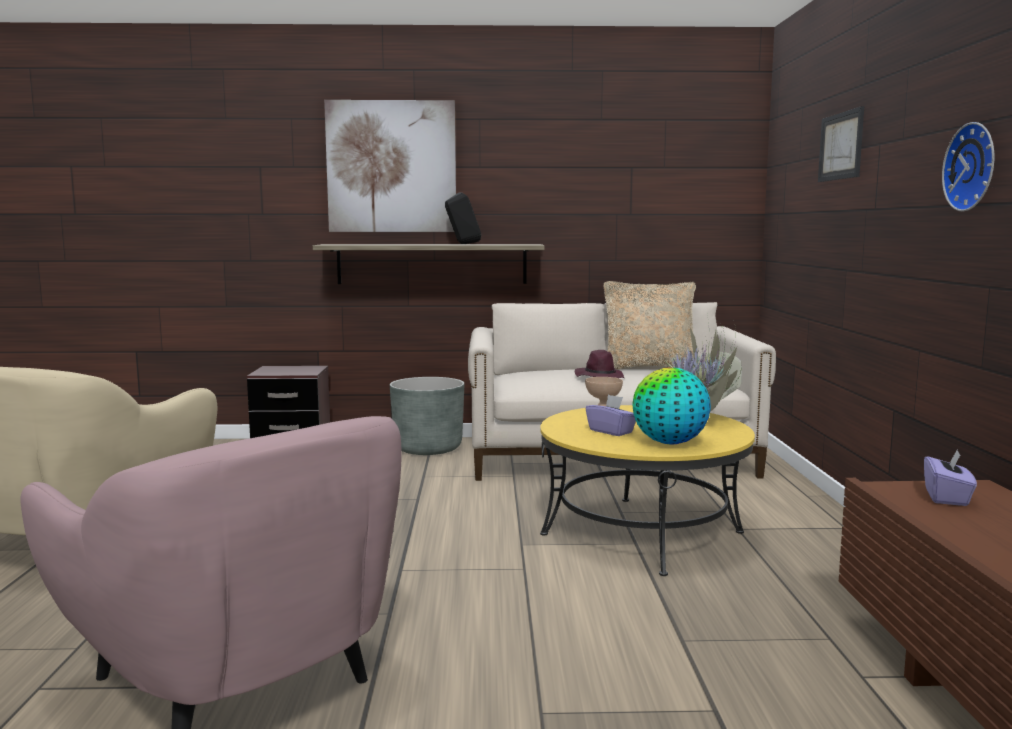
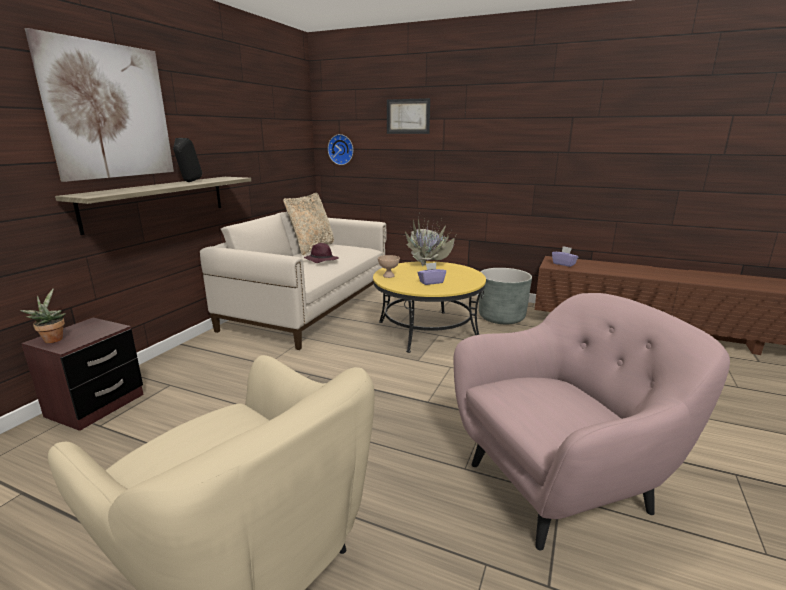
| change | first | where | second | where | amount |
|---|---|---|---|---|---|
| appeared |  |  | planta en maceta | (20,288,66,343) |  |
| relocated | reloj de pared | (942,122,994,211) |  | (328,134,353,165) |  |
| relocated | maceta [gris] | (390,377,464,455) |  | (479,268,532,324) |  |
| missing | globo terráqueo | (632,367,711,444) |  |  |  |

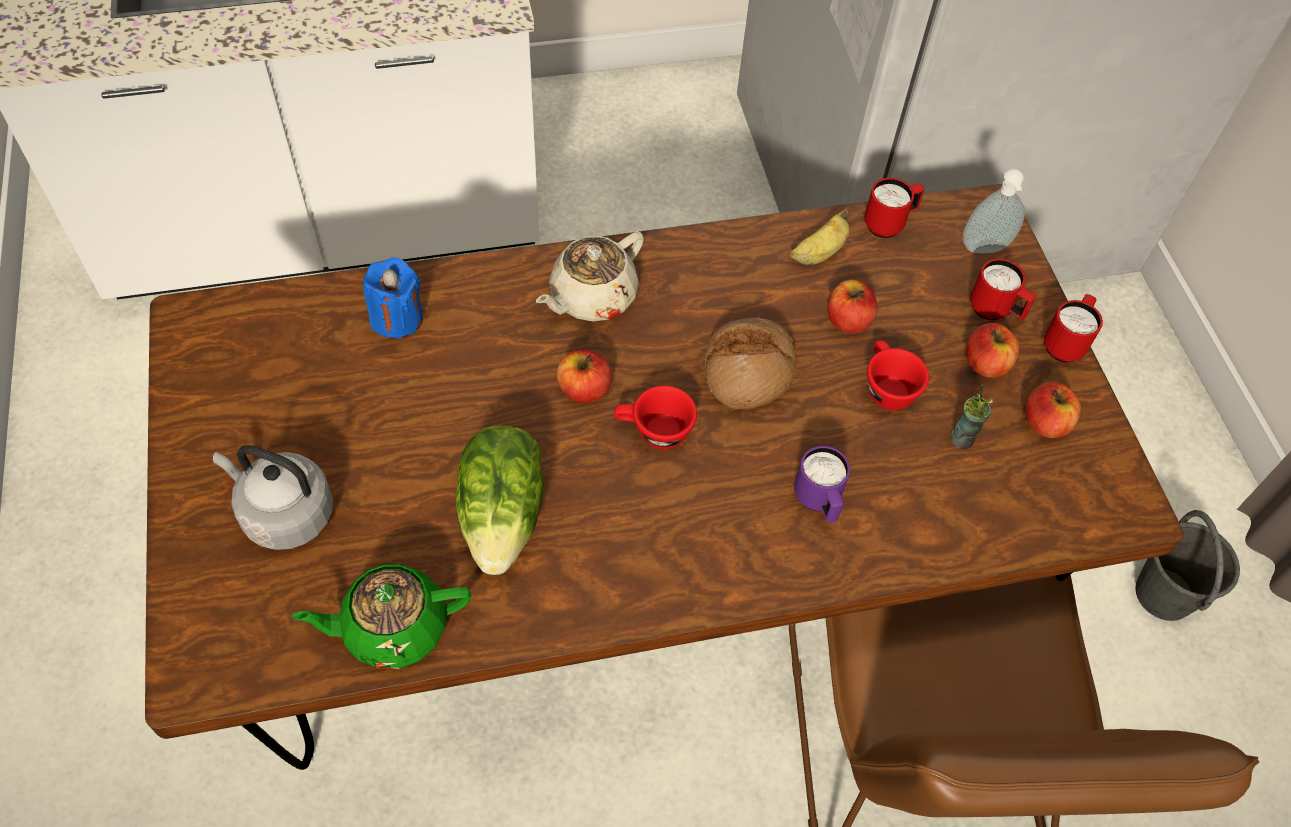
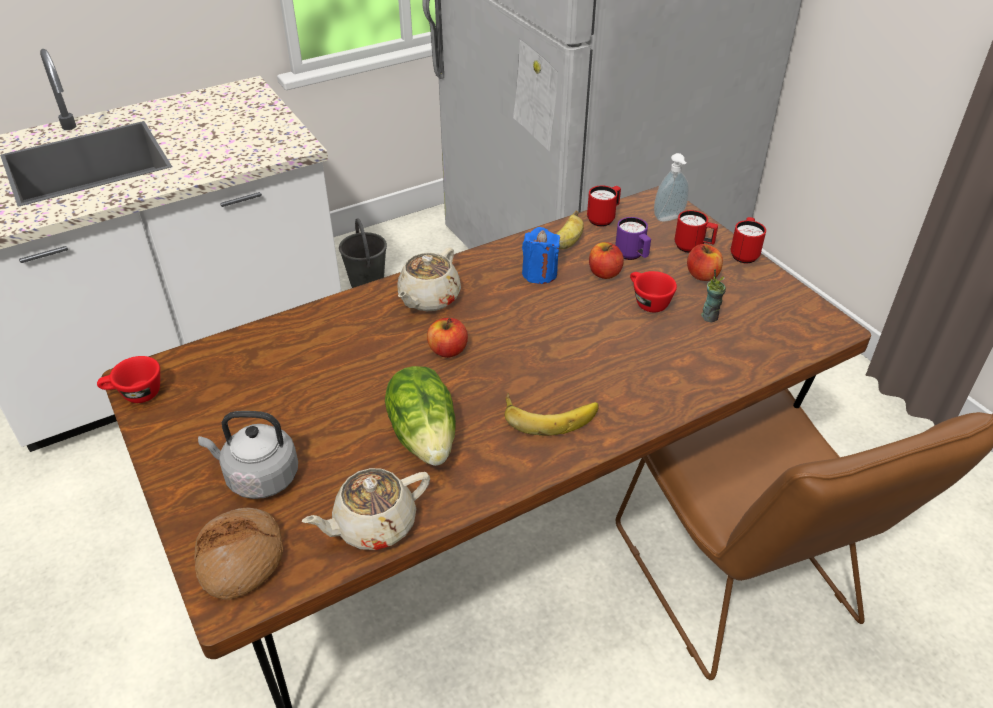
| change | first | where | second | where | amount |
|---|---|---|---|---|---|
| relocated | taza [rojo] | (614,385,697,450) |  | (97,356,160,403) |  |
| relocated | pan | (704,317,796,409) |  | (194,507,283,600) |  |
| colour | tetera [verde] | (291,564,471,669) | tetera [beis] | (302,468,430,550) |  |
| relocated | cubo [gris] | (1135,510,1240,621) |  | (339,218,387,288) |  |
| appeared |  |  | plátano | (504,393,599,436) |  |
| relocated | vela [azul] | (363,257,423,339) |  | (522,227,560,284) |  |
| relocated | taza grande [morado] | (794,446,850,523) |  | (615,217,651,260) |  |
| missing | manzana | (1025,382,1081,438) |  |  |  |

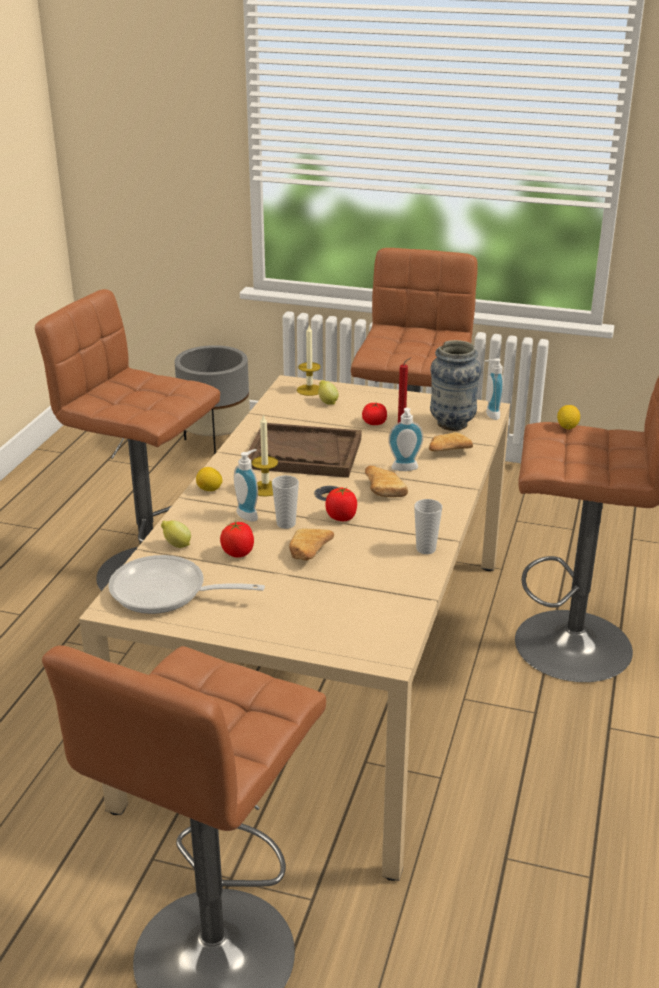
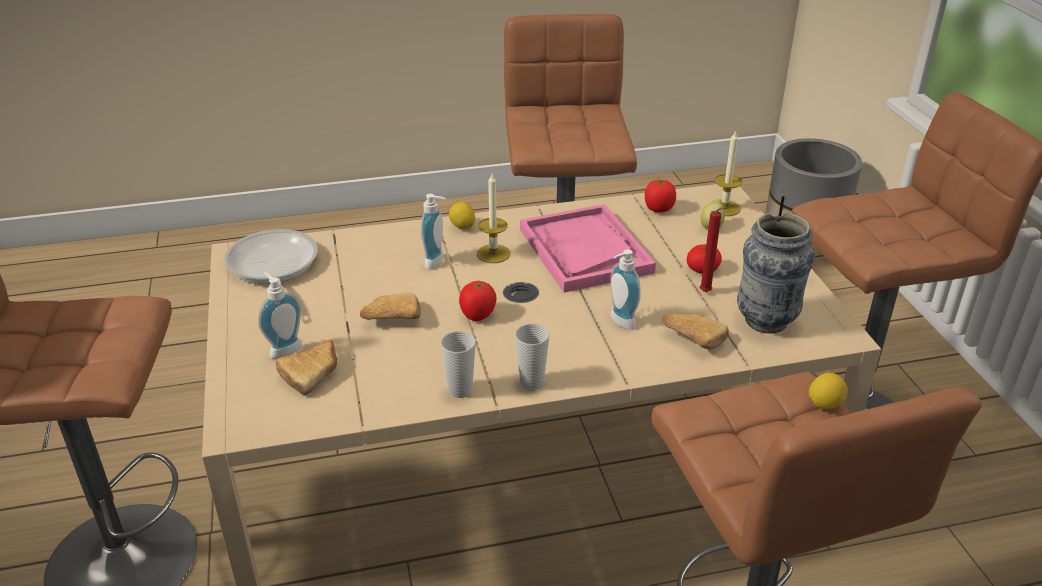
| change | first | where | second | where | amount |
|---|---|---|---|---|---|
| relocated | dispensador de jabón | (485,358,504,420) |  | (258,272,303,359) |  |
| relocated | pan | (365,466,408,497) |  | (276,339,337,395) |  |
| relocated | taza | (272,475,299,529) |  | (515,324,550,390) |  |
| colour | bandeja [marrón] | (248,423,361,478) | bandeja [rosa] | (520,204,656,293) |  |
| relocated | tomate | (220,521,254,558) |  | (645,178,676,213) |  |
| missing | limón | (161,521,191,548) |  |  |  |

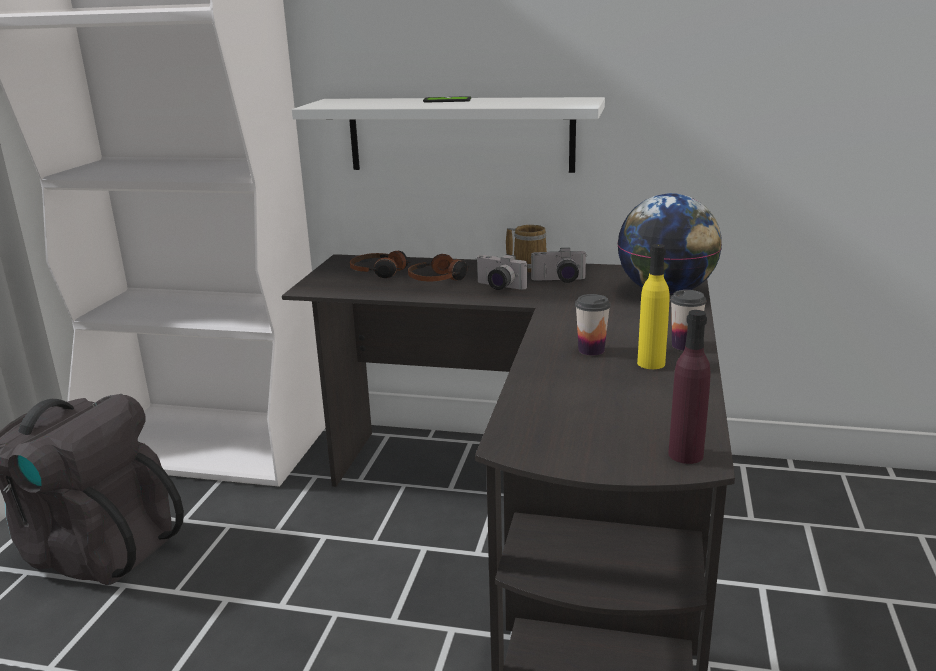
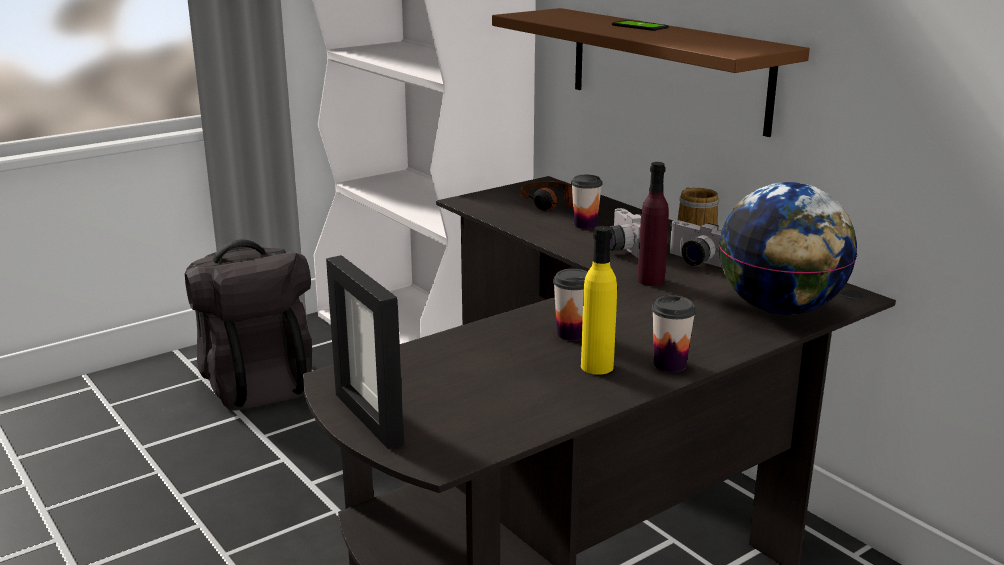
| change | first | where | second | where | amount |
|---|---|---|---|---|---|
| appeared |  |  | portarretratos | (326,255,404,449) |  |
| colour | estante [blanco] | (292,97,605,173) | estante [marrón] | (492,8,810,137) |  |
| exchanged | auriculares | (408,254,469,281) | taza | (571,175,602,229) |  |
| relocated | botella [morado] | (668,310,711,464) |  | (637,162,669,286) |  |

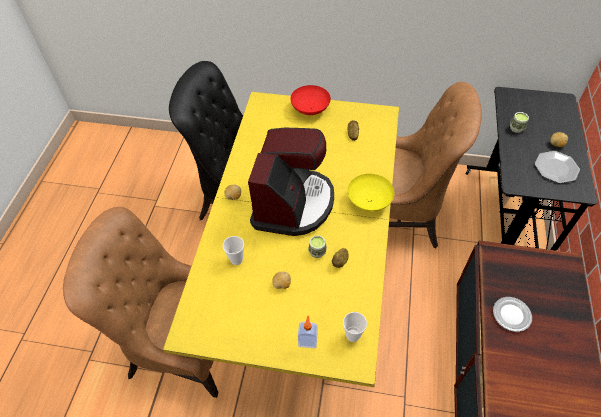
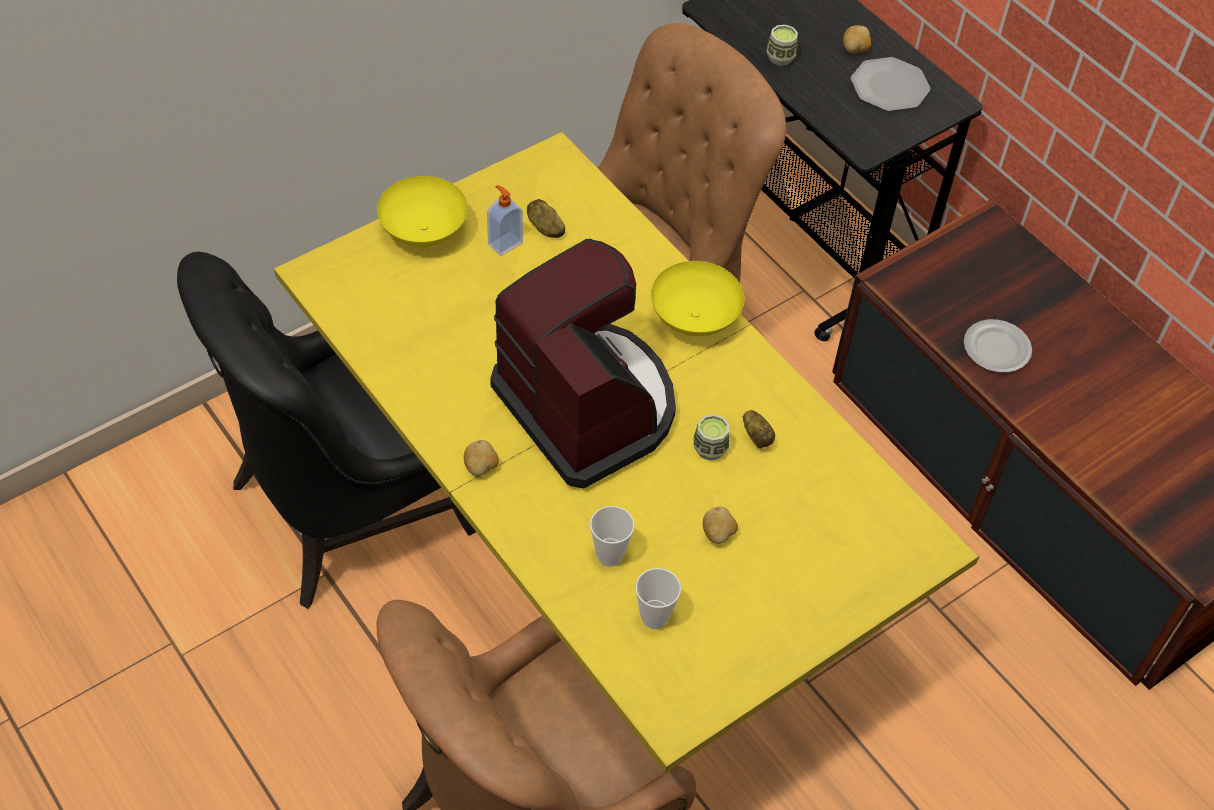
| change | first | where | second | where | amount |
|---|---|---|---|---|---|
| colour | cuenco [rojo] | (290,85,331,115) | cuenco [amarillo] | (377,176,468,247) |  |
| relocated | dispensador de jabón | (298,316,318,348) |  | (487,185,523,256) |  |
| relocated | taza | (343,312,367,342) |  | (635,568,681,629) |  |

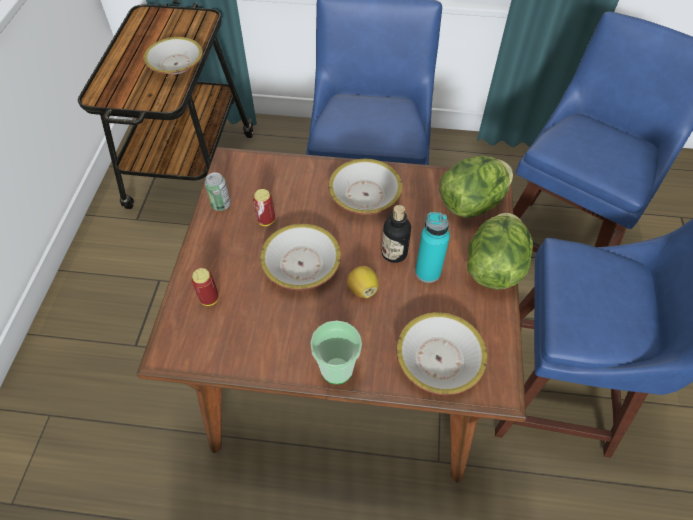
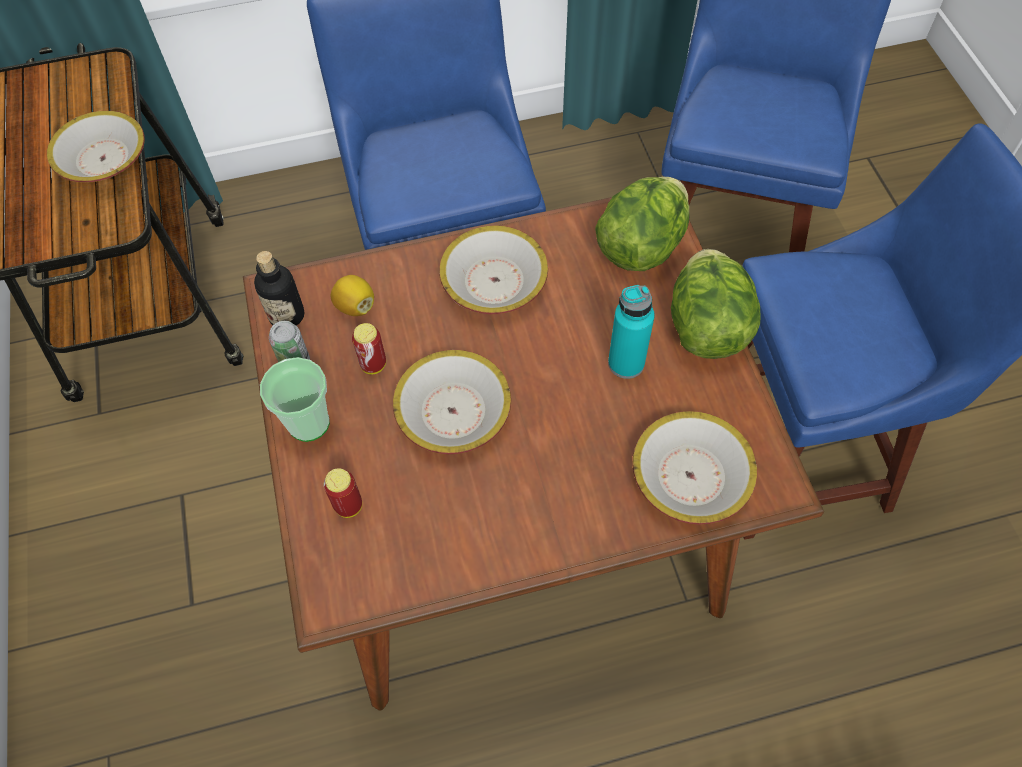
| change | first | where | second | where | amount |
|---|---|---|---|---|---|
| relocated | botella | (381,205,411,263) |  | (254,251,304,326) |  |
| relocated | taza | (310,321,362,384) |  | (260,357,330,442) |  |
| relocated | limón | (347,266,379,298) |  | (331,275,374,316) |  |

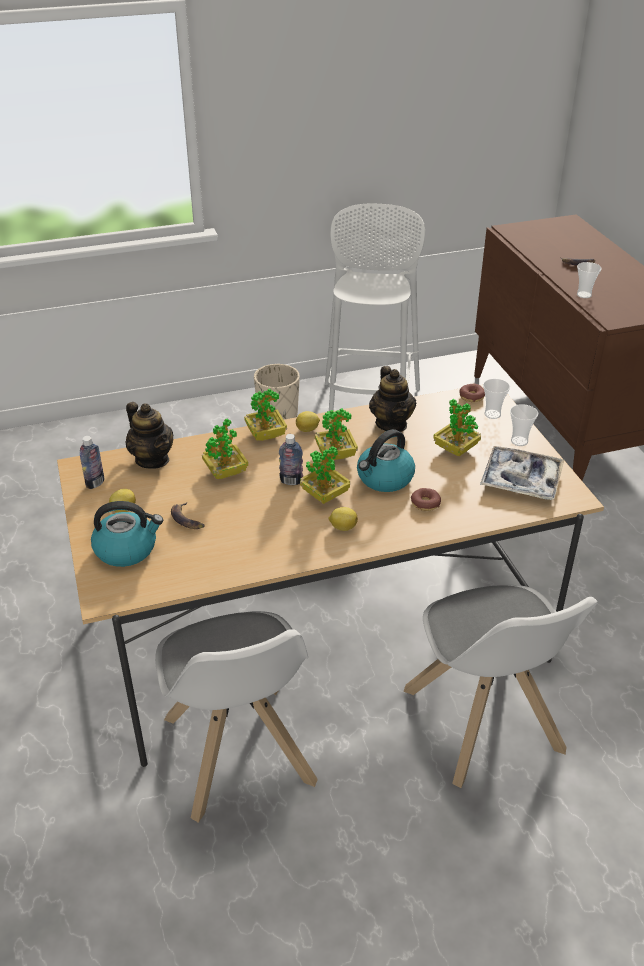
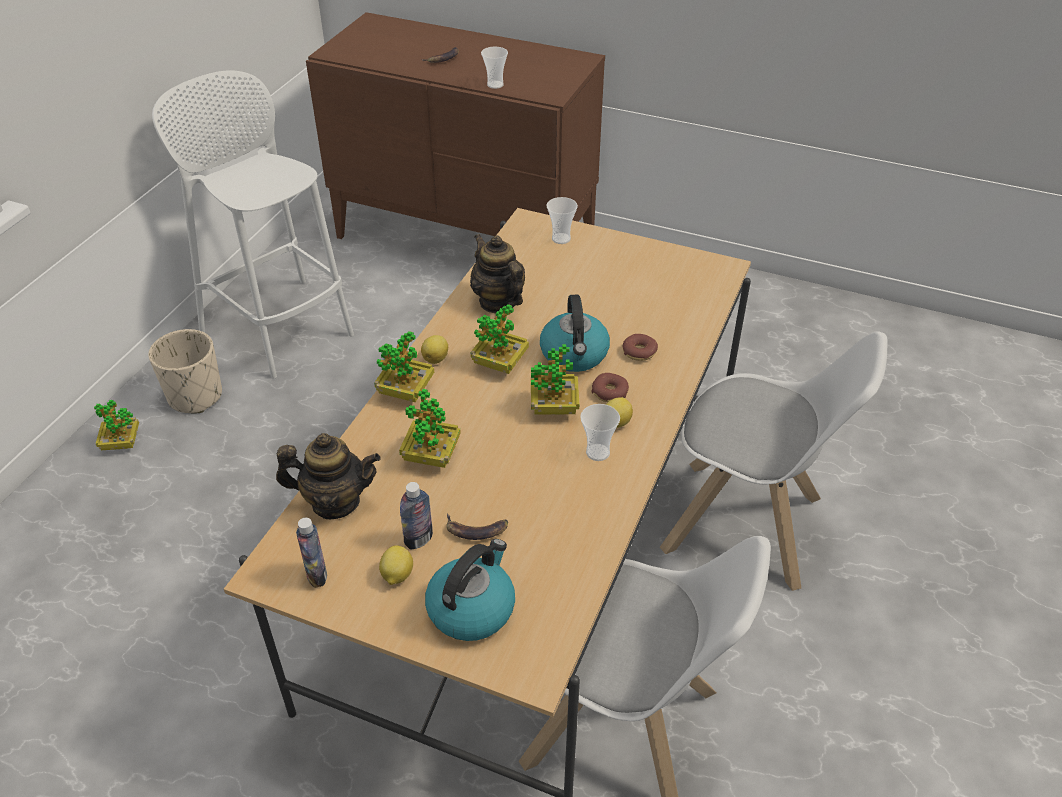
| change | first | where | second | where | amount |
|---|---|---|---|---|---|
| relocated | planta en maceta | (433,399,481,456) |  | (94,400,139,450) |  |
| relocated | botella | (279,434,303,485) |  | (400,482,433,550) |  |
| spun | tetera | (369,366,416,432) |  | (470,234,525,313) | 150 degrees counterclockwise |
| relocated | taza | (510,404,538,446) |  | (580,404,620,461) |  |
| relocated | rosquilla | (460,384,485,402) |  | (591,373,629,402) |  |
| missing | bandeja | (480,446,564,500) |  |  |  |

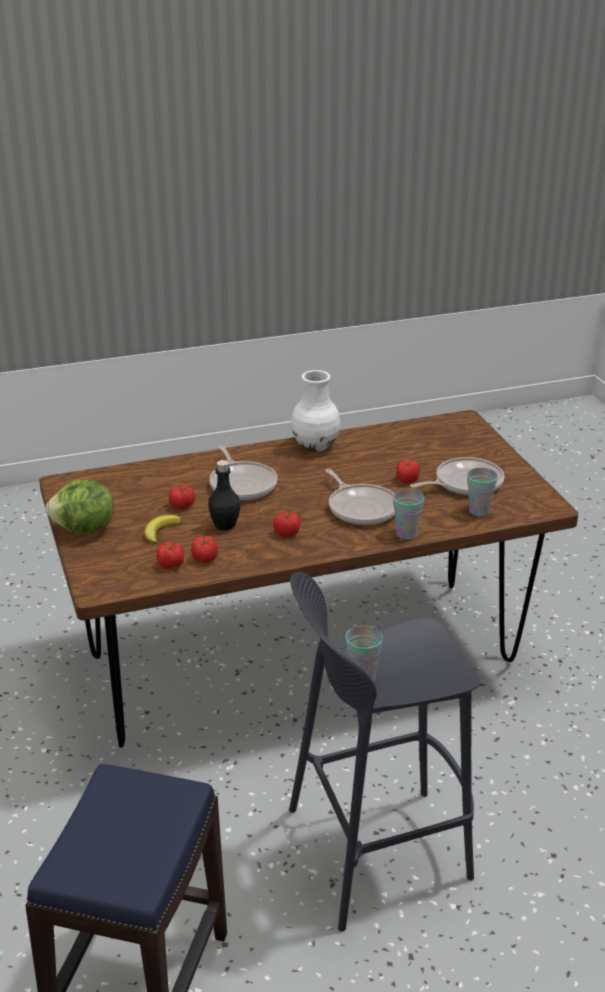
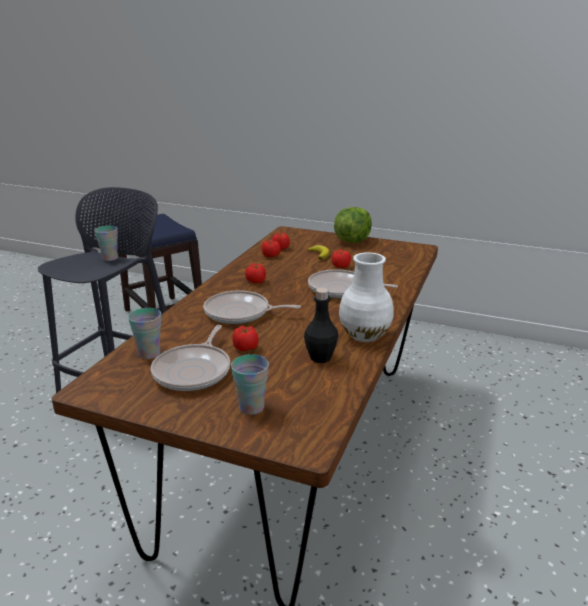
| change | first | where | second | where | amount |
|---|---|---|---|---|---|
| relocated | taza | (393,489,424,539) |  | (231,354,269,415) |  |
| relocated | botella [negro] | (208,460,240,531) |  | (304,288,339,363) |  |

